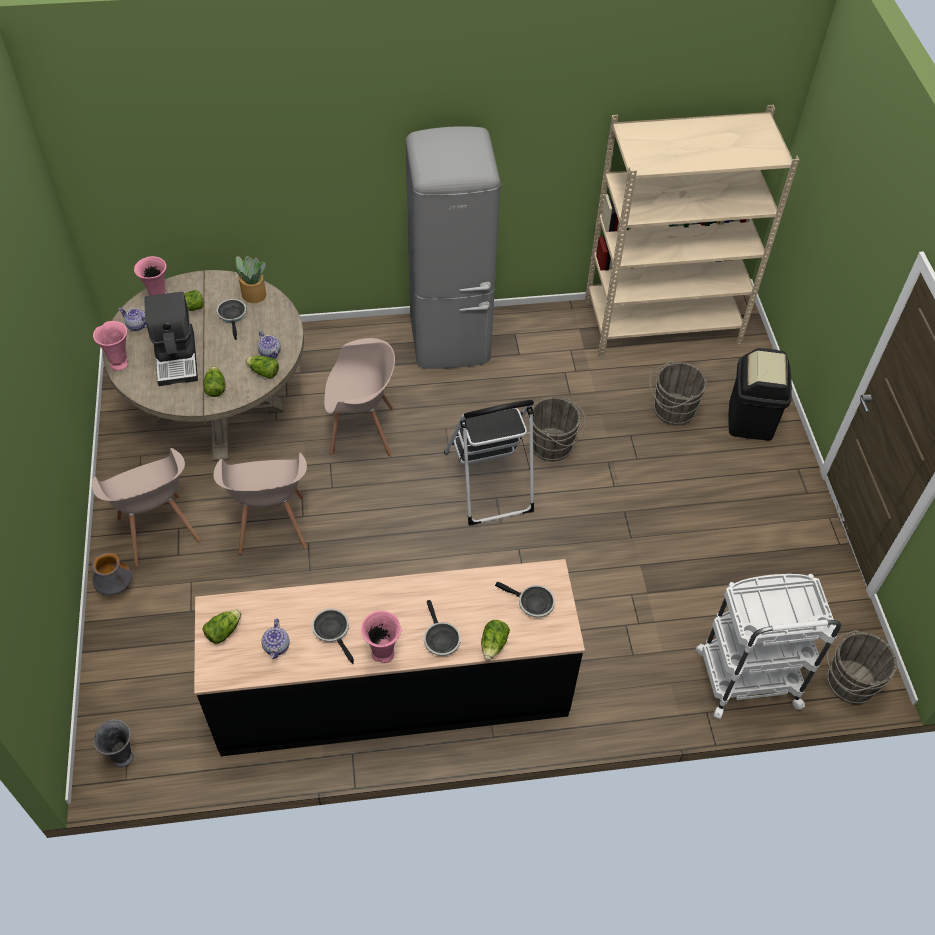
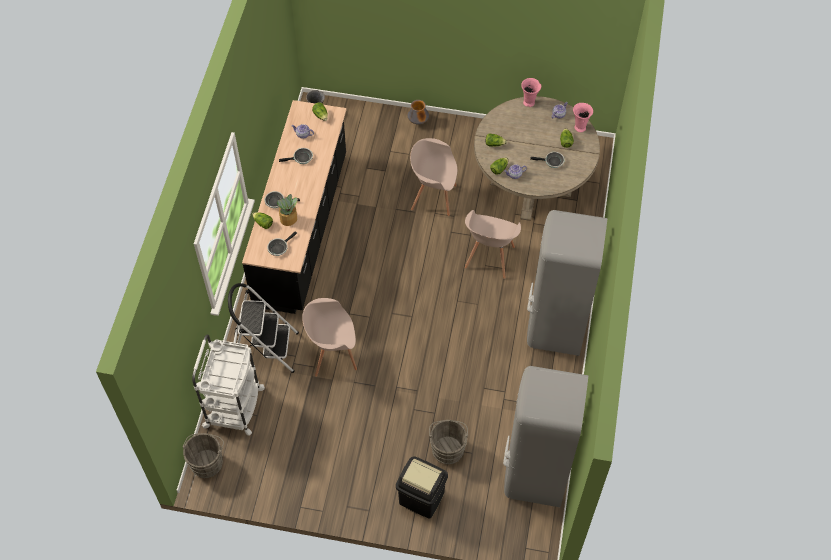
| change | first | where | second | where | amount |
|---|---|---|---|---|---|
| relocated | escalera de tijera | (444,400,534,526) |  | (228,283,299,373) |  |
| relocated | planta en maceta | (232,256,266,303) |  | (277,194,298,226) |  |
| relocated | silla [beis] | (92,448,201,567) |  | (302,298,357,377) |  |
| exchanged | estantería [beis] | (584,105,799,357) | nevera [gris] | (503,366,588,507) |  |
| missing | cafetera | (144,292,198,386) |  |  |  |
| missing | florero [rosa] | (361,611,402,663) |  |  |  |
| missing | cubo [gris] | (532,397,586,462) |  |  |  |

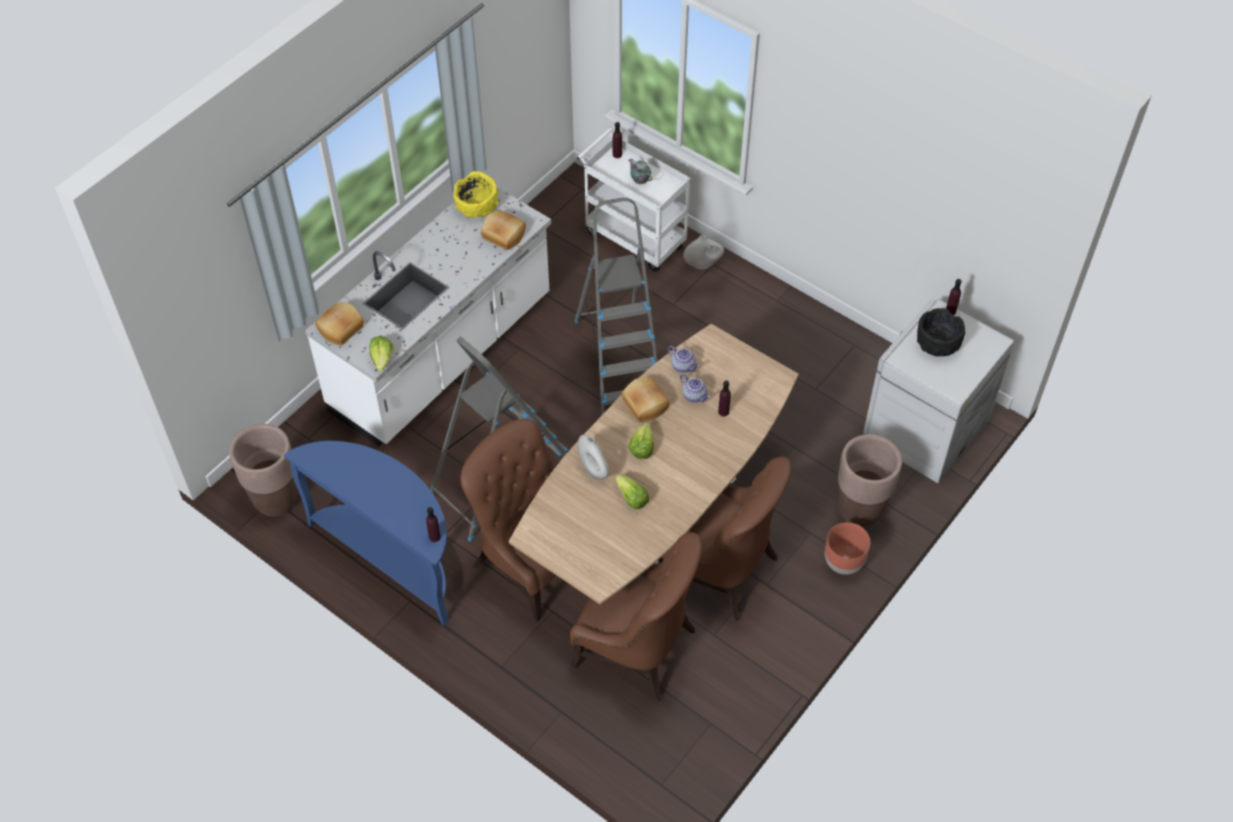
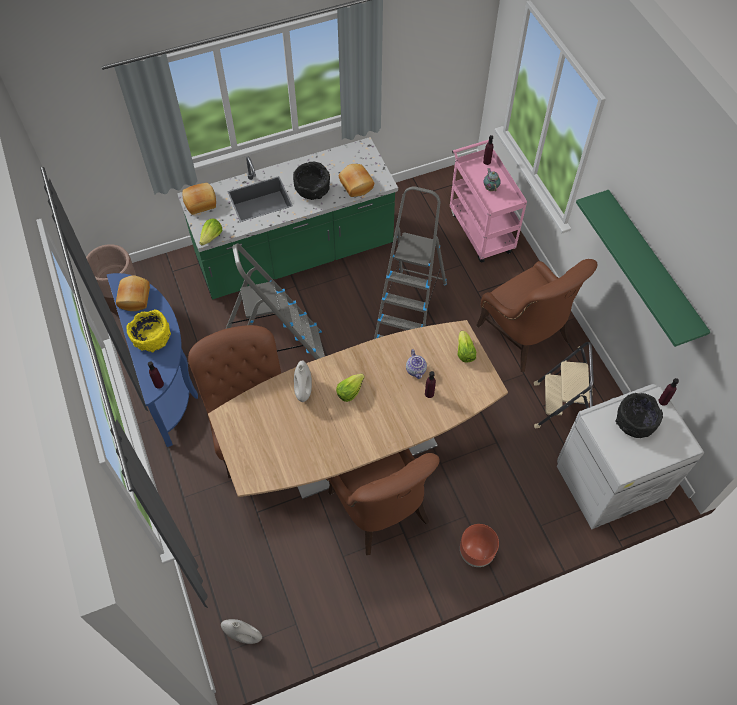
| change | first | where | second | where | amount |
|---|---|---|---|---|---|
| relocated | pan | (622,377,670,422) |  | (116,275,150,311) |  |
| relocated | cuenco [amarillo] | (453,171,499,218) |  | (126,310,171,352) |  |
| colour | mueble bajo de cocina [blanco] | (305,187,551,447) | mueble bajo de cocina [verde] | (177,137,398,299) |  |
| relocated | florero [blanco] | (684,235,724,269) |  | (221,619,262,644) |  |
| appeared |  |  | cuenco [negro] | (293,162,330,200) |  |
| colour | carrito [blanco] | (577,128,690,272) | carrito [rosa] | (450,140,527,263) |  |
| relocated | lechuga | (615,474,649,509) |  | (458,331,476,363) |  |
| relocated | silla [marrón] | (570,532,702,702) |  | (476,259,597,372) |  |
| appeared |  |  | escalera de tijera [beis] | (534,342,594,428) |  |
| appeared |  |  | estante [verde] | (576,190,711,347) |  |
| missing | tetera | (668,345,699,373) |  |  |  |
| missing | maceta [marrón] | (838,434,902,527) |  |  |  |

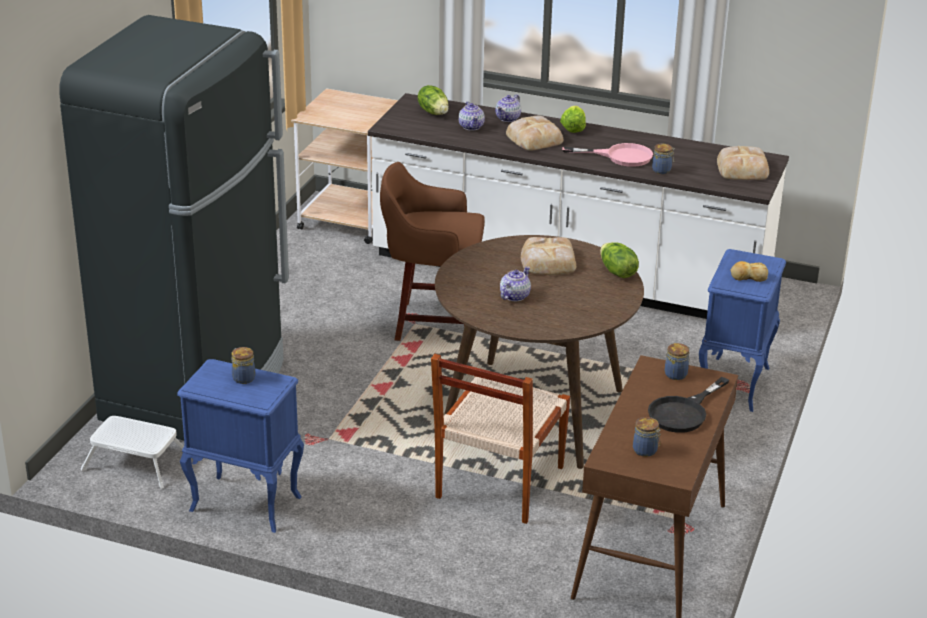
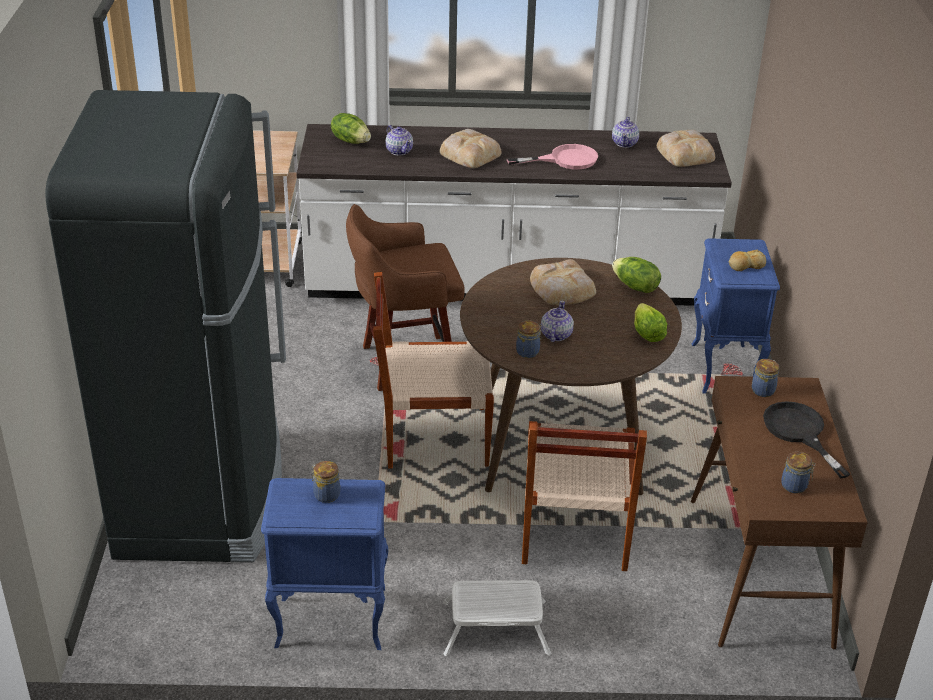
| change | first | where | second | where | amount |
|---|---|---|---|---|---|
| appeared |  |  | silla | (373,272,494,469) |  |
| relocated | escalera de tijera [blanco] | (80,416,184,489) |  | (442,580,551,656) |  |
| relocated | tarro | (652,144,675,174) |  | (516,321,542,358) |  |
| relocated | tetera | (495,94,521,122) |  | (612,117,639,148) |  |
| relocated | lechuga | (560,106,586,133) |  | (634,303,667,342) |  |
| spun | sartén [negro] | (648,377,729,433) |  | (763,401,850,479) | 135 degrees clockwise |

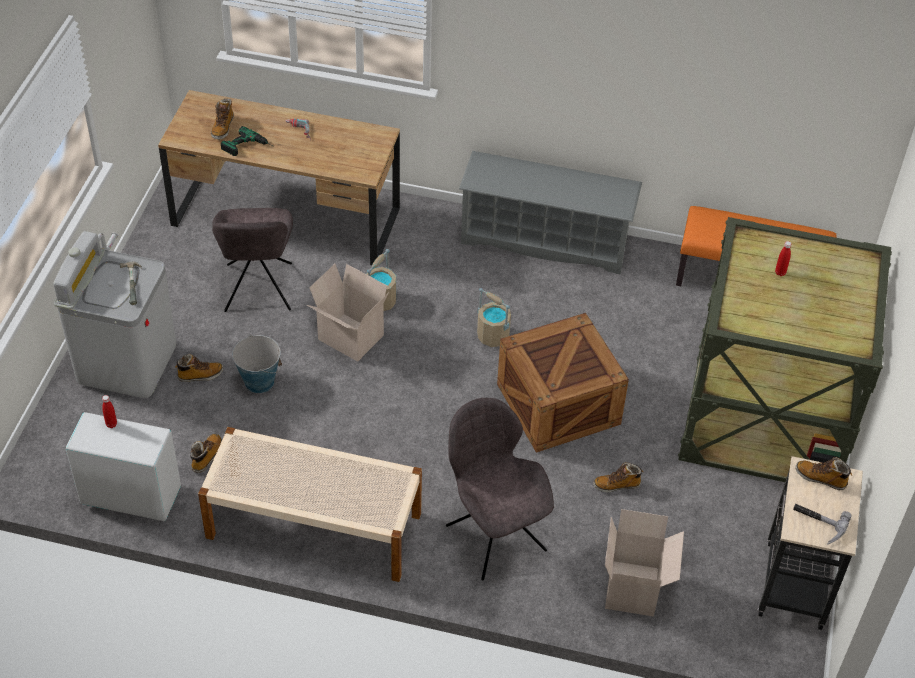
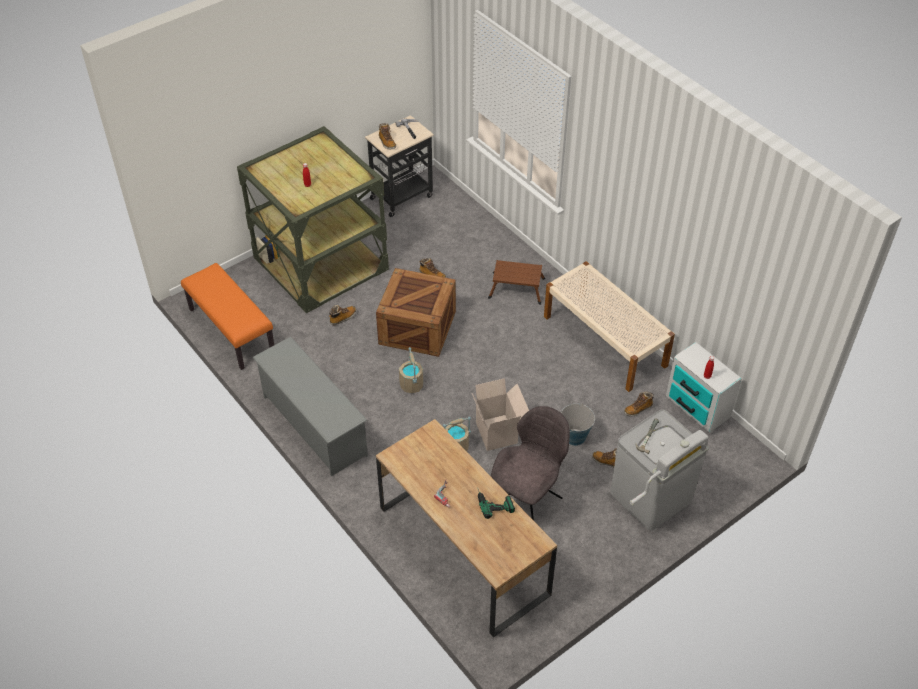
| change | first | where | second | where | amount |
|---|---|---|---|---|---|
| relocated | bota | (211,99,234,139) |  | (329,305,356,325) |  |
| exchanged | silla [gris] | (446,398,554,581) | escalera de tijera [marrón] | (488,260,546,305) |  |
| missing | caja de cartón | (605,509,684,616) |  |  |  |

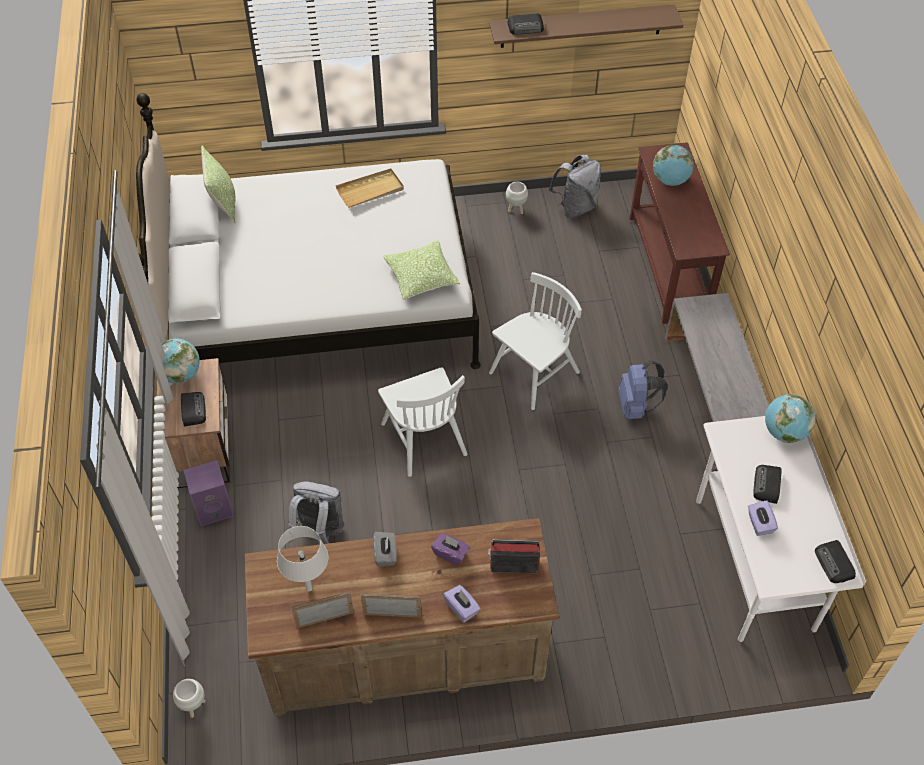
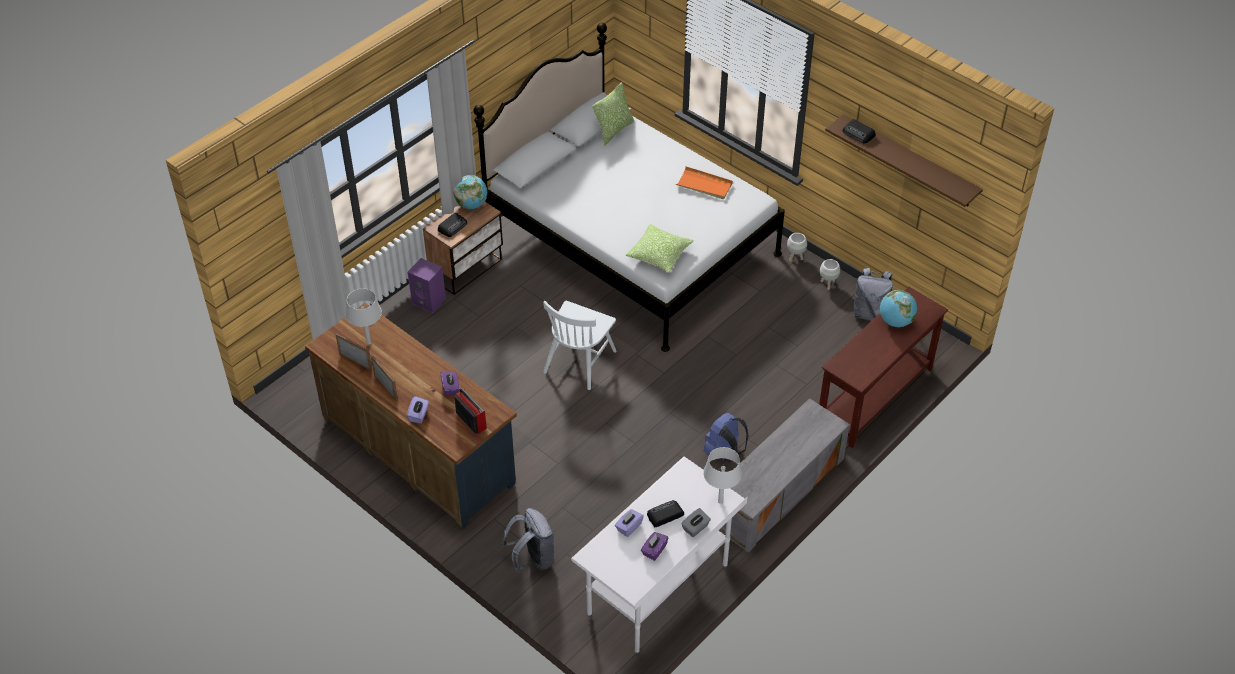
| change | first | where | second | where | amount |
|---|---|---|---|---|---|
| relocated | mochila [gris] | (287,482,343,544) |  | (502,508,555,573) |  |
| appeared |  |  | caja de pañuelos [morado] | (641,532,668,561) |  |
| colour | bandeja [beis] | (336,168,404,208) | bandeja [naranja] | (676,166,733,199) |  |
| relocated | caja de pañuelos [gris] | (374,532,397,567) |  | (681,508,711,537) |  |
| exchanged | globo terráqueo | (765,394,816,443) | lámpara de mesa [gris] | (703,447,742,504) |  |
| relocated | maceta [blanco] | (173,679,205,718) |  | (787,233,807,261) |  |
| missing | silla [blanco] | (489,272,582,410) |  |  |  |
| missing | radio | (815,540,856,583) |  |  |  |

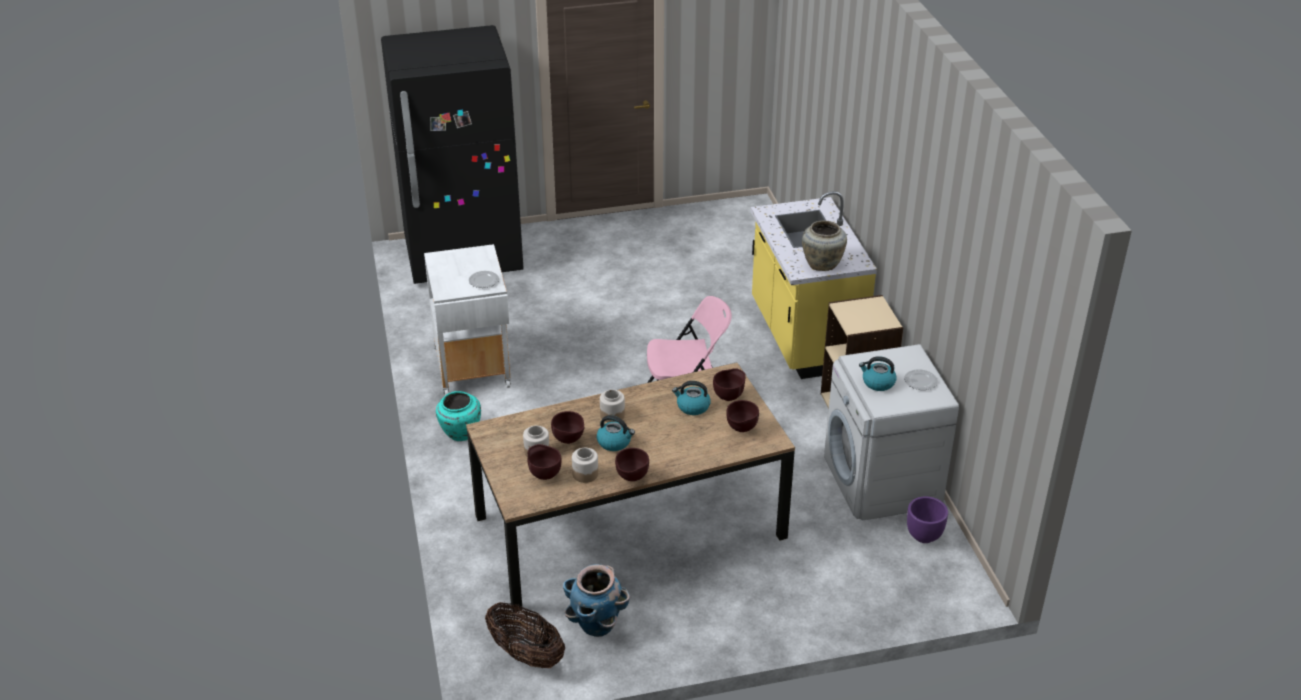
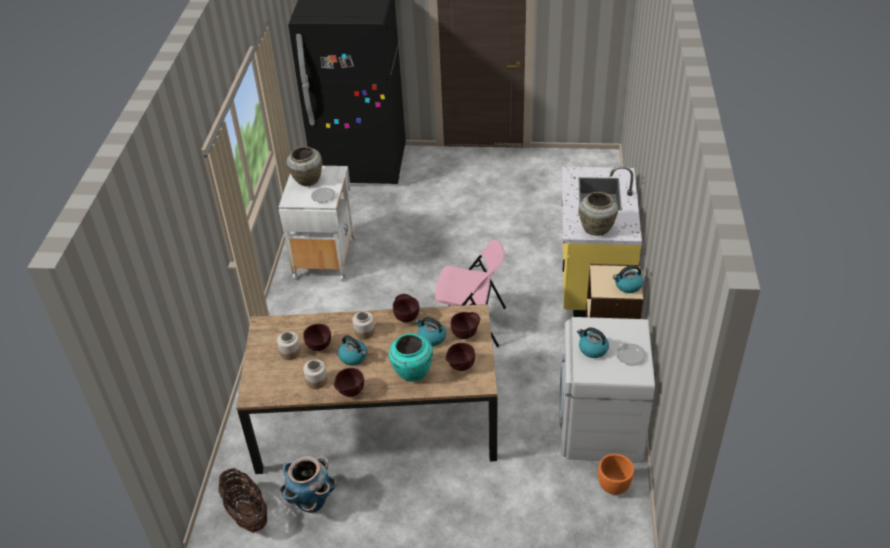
| change | first | where | second | where | amount |
|---|---|---|---|---|---|
| appeared |  |  | florero [beis] | (286,146,322,186) |  |
| relocated | florero [turquesa] | (436,391,481,441) |  | (389,333,433,382) |  |
| relocated | cuenco [marrón] | (527,444,562,480) |  | (393,294,419,323) |  |
| colour | maceta [morado] | (907,496,948,543) | maceta [naranja] | (598,454,634,495) |  |
| appeared |  |  | hervidor | (613,265,643,293) |  |

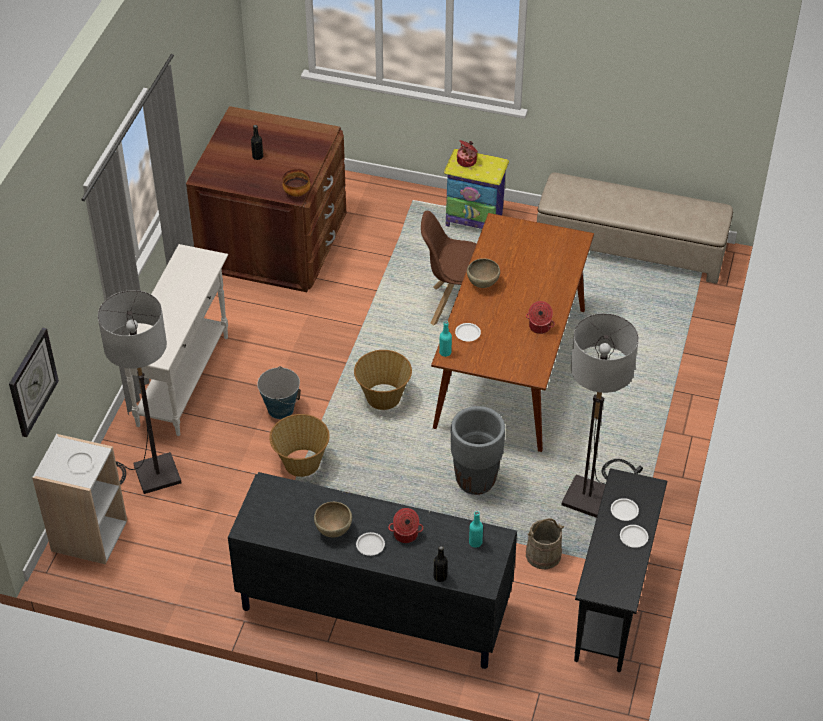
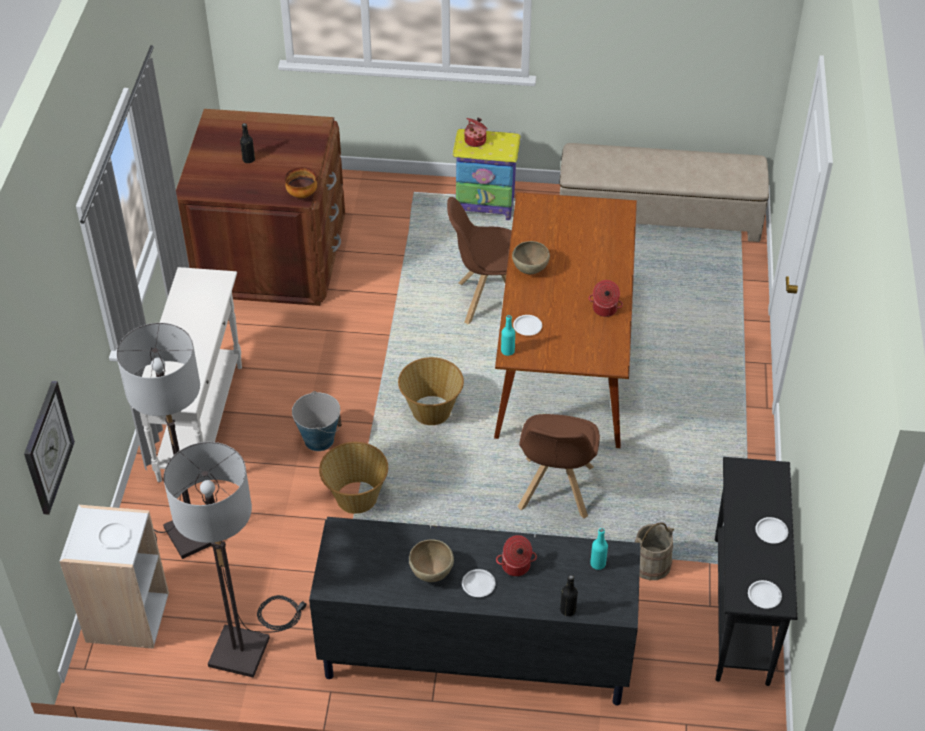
| change | first | where | second | where | amount |
|---|---|---|---|---|---|
| relocated | lámpara de pie | (561,313,643,518) |  | (164,442,306,678) |  |
| exchanged | maceta [gris] | (451,406,505,495) | silla [marrón] | (518,414,600,519) |  |
| relocated | plato [blanco] | (611,498,639,521) |  | (748,580,782,609) |  |

